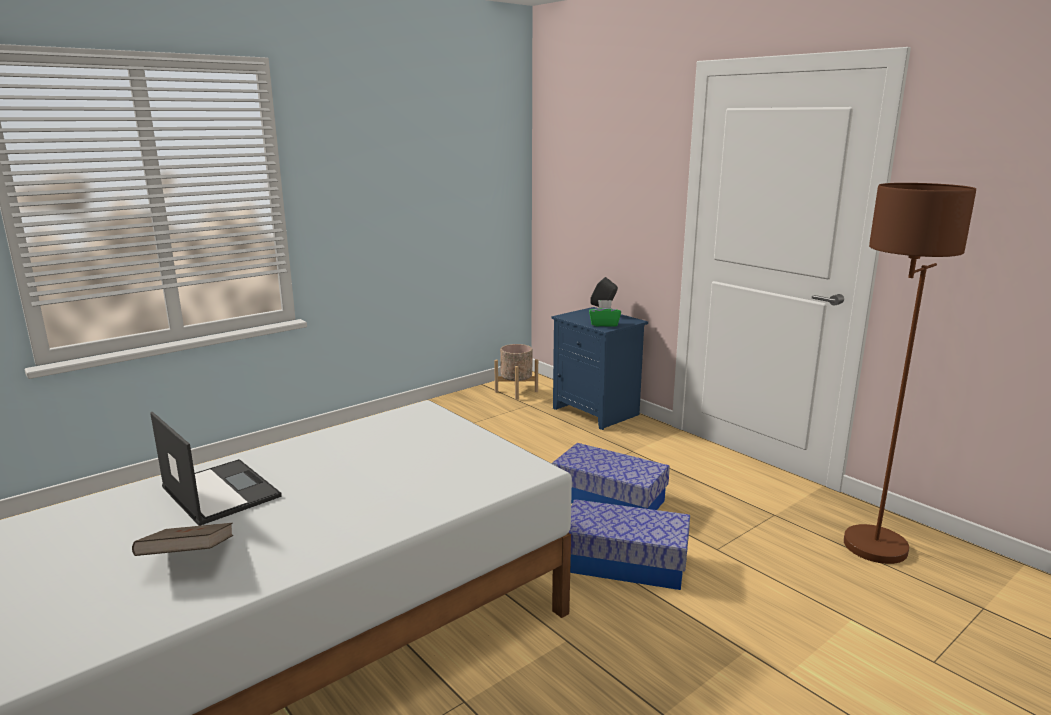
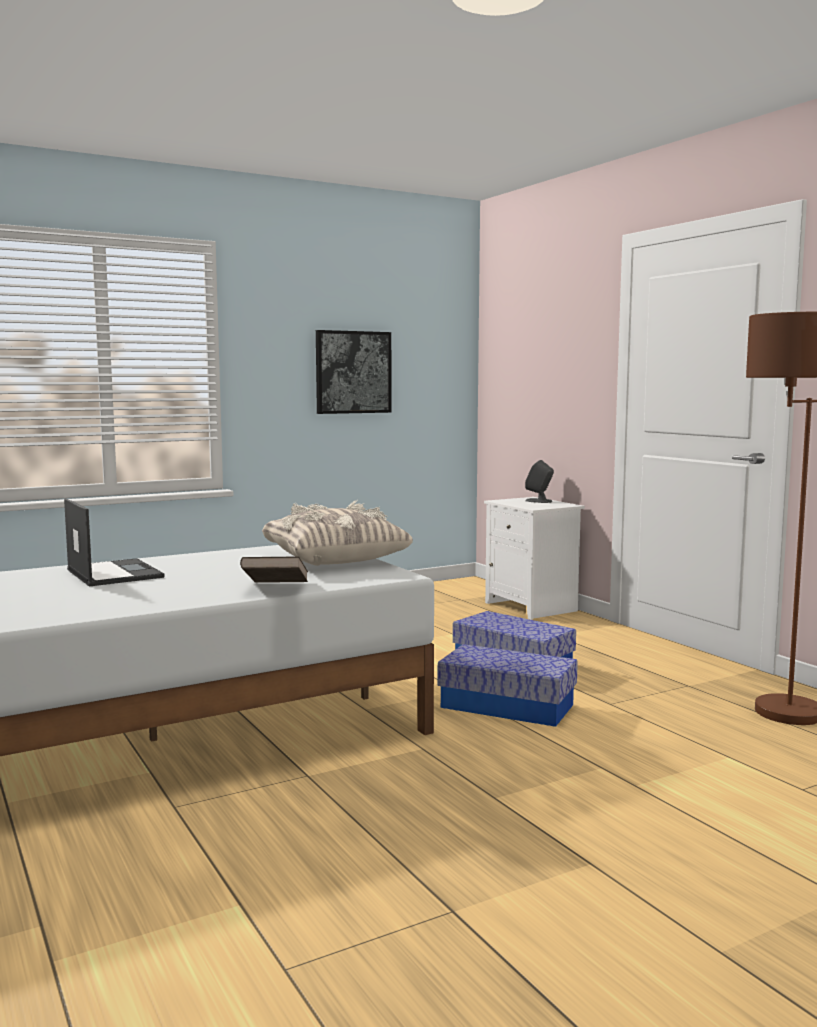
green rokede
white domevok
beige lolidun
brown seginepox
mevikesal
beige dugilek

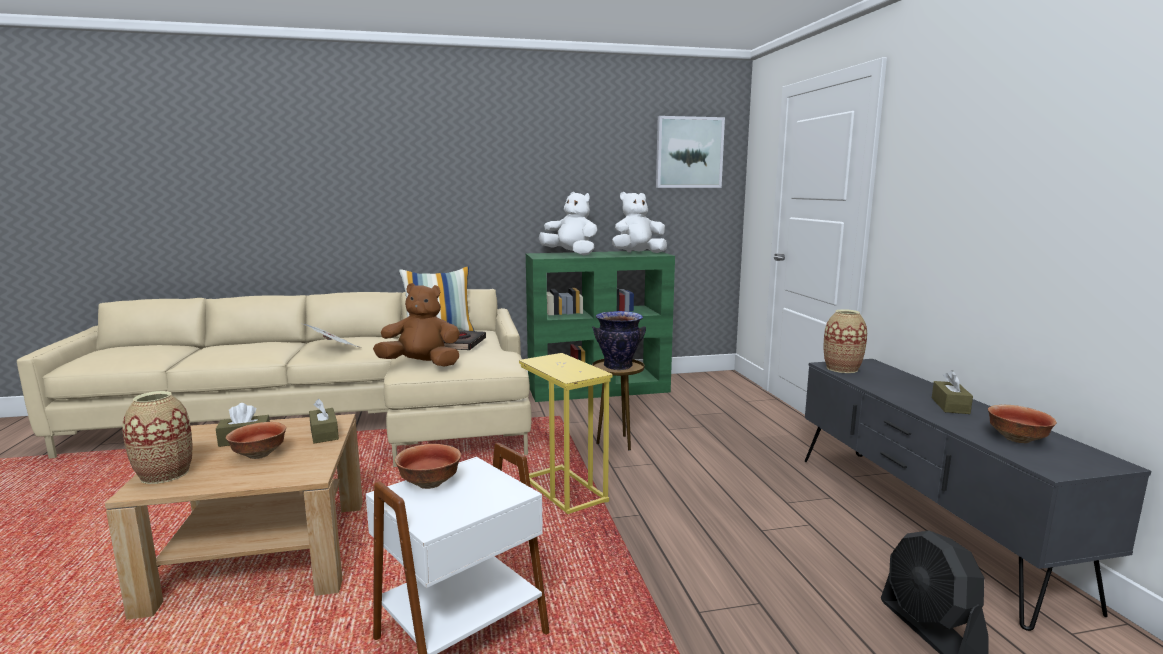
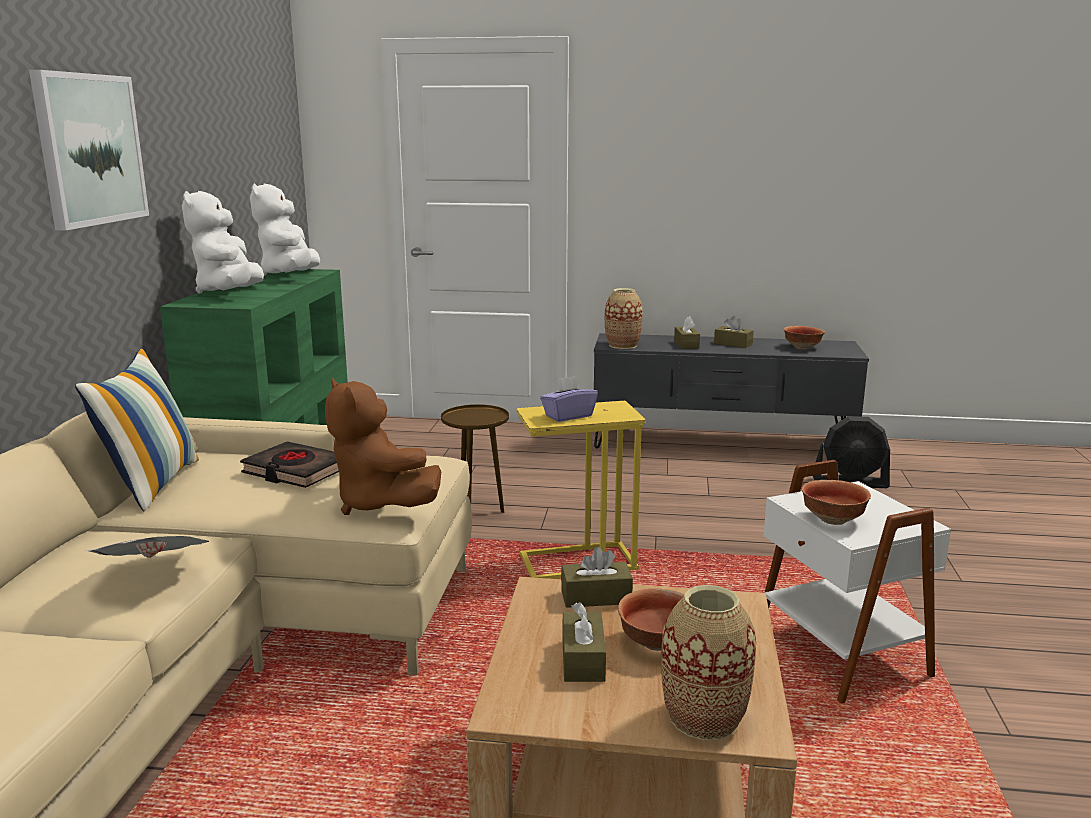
mevikesal
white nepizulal (no. 1 from left)
brown nepizulal
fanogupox (no. 2 from left in the first image)
brown rokede (no. 3 from left)
purple rokede

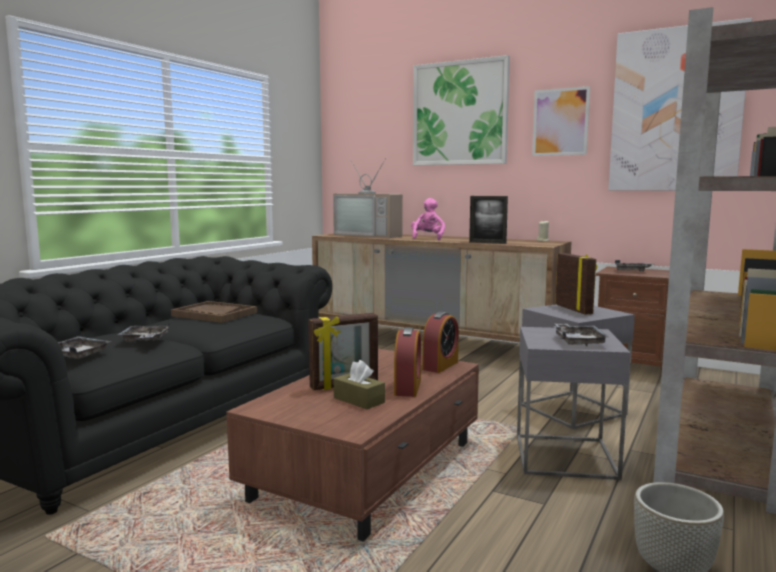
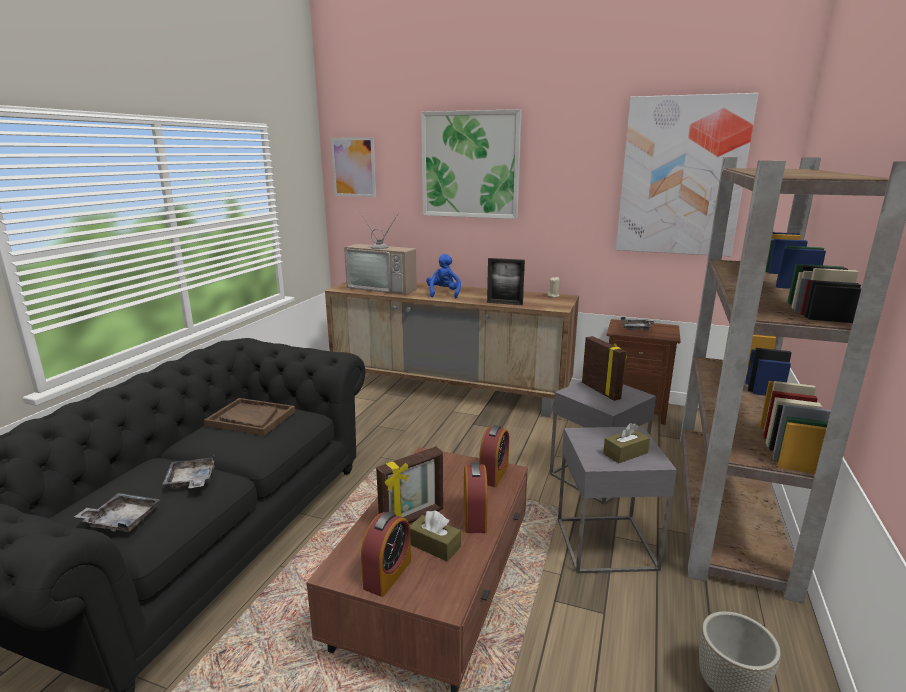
mevikesal (no. 1 from left)
blue nepizulal
brown rokede (no. 2 from left)
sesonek (no. 1 from left)

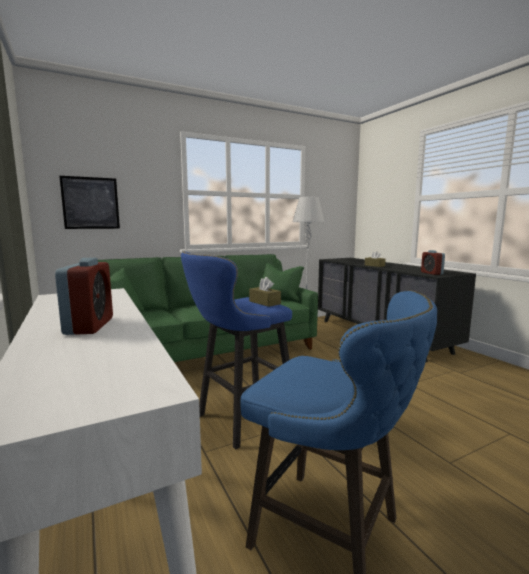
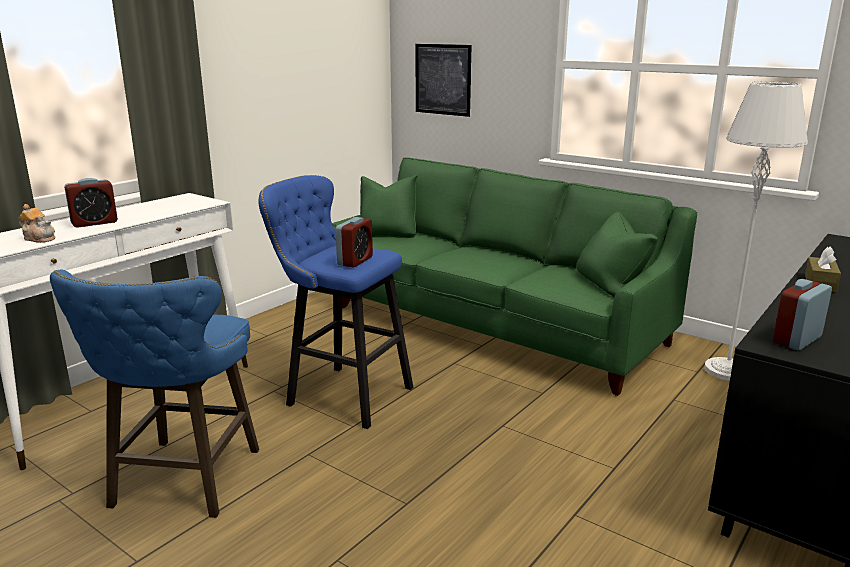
sesonek (no. 2 from left)
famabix

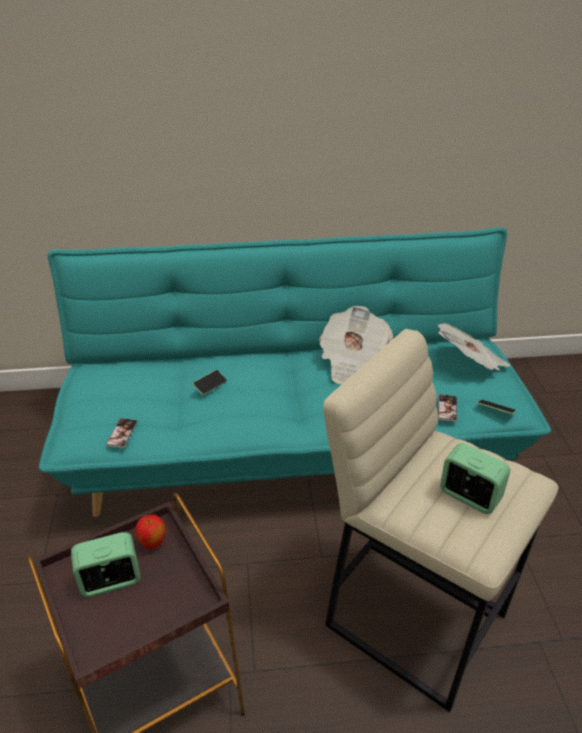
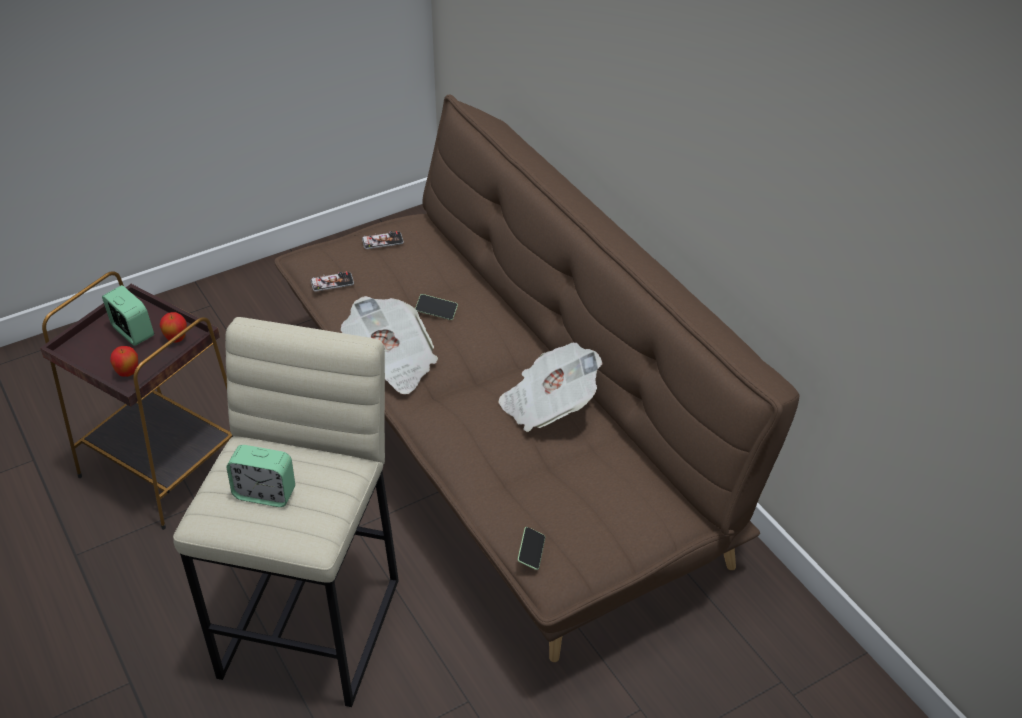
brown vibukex
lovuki (no. 1 from left)
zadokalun (no. 2 from left)
sesonek (no. 2 from left)
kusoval (no. 1 from left)

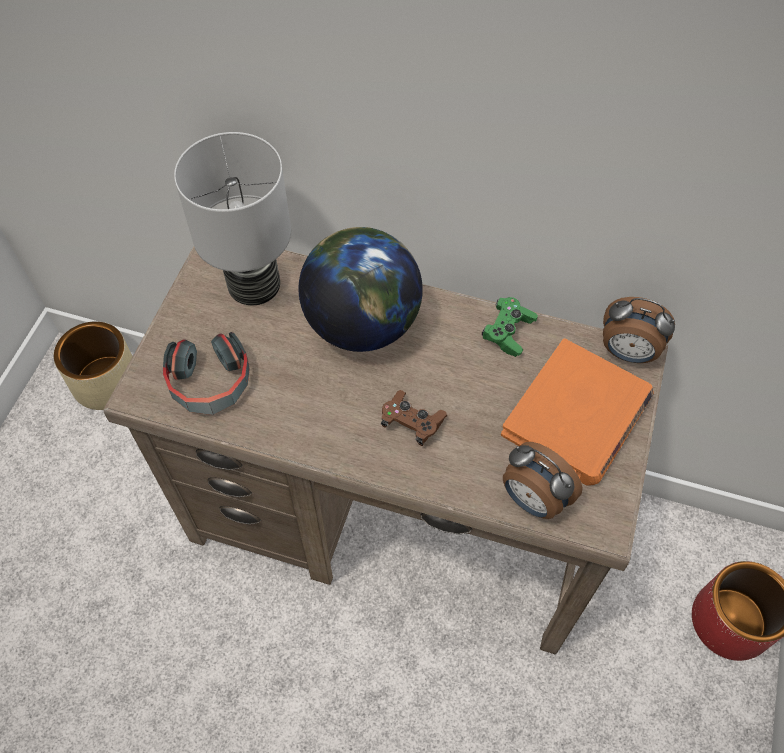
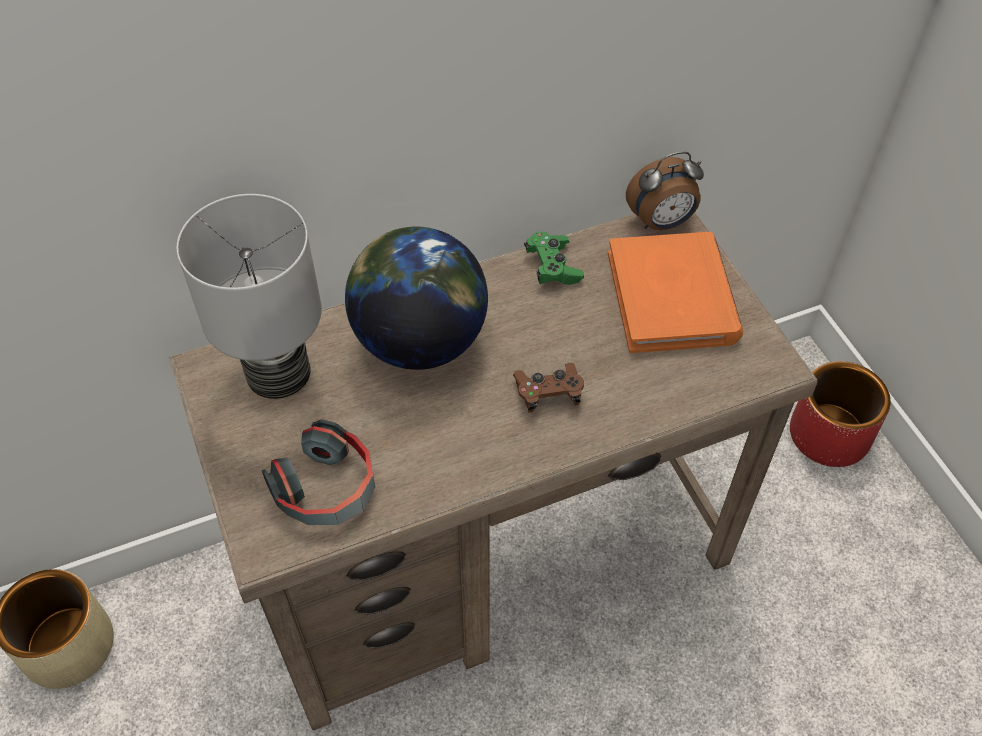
sesonek (no. 1 from left in the first image)

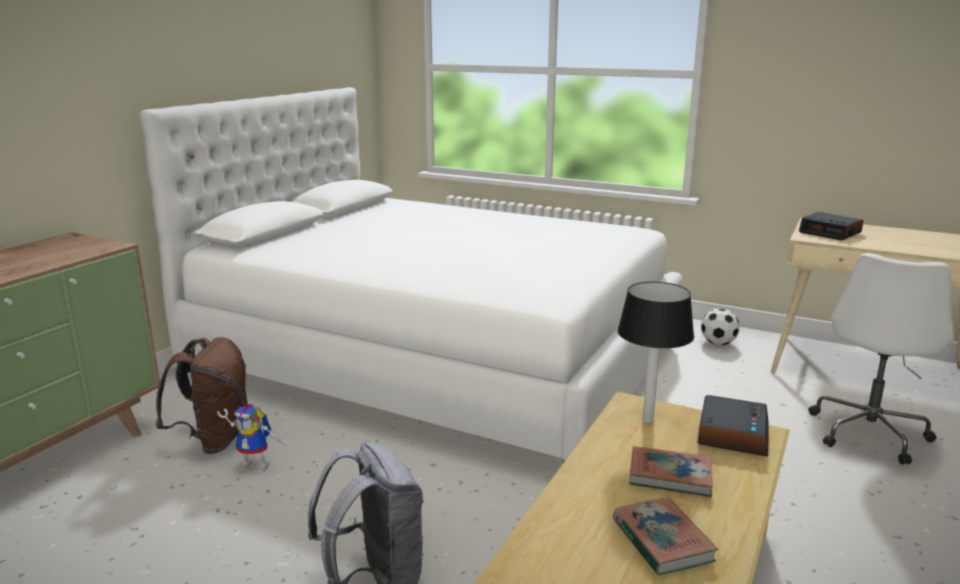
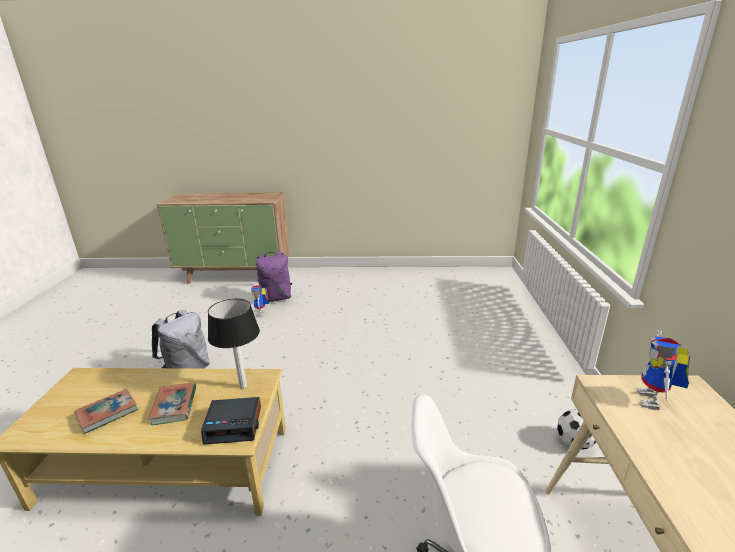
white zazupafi
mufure (no. 2 from left)
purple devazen

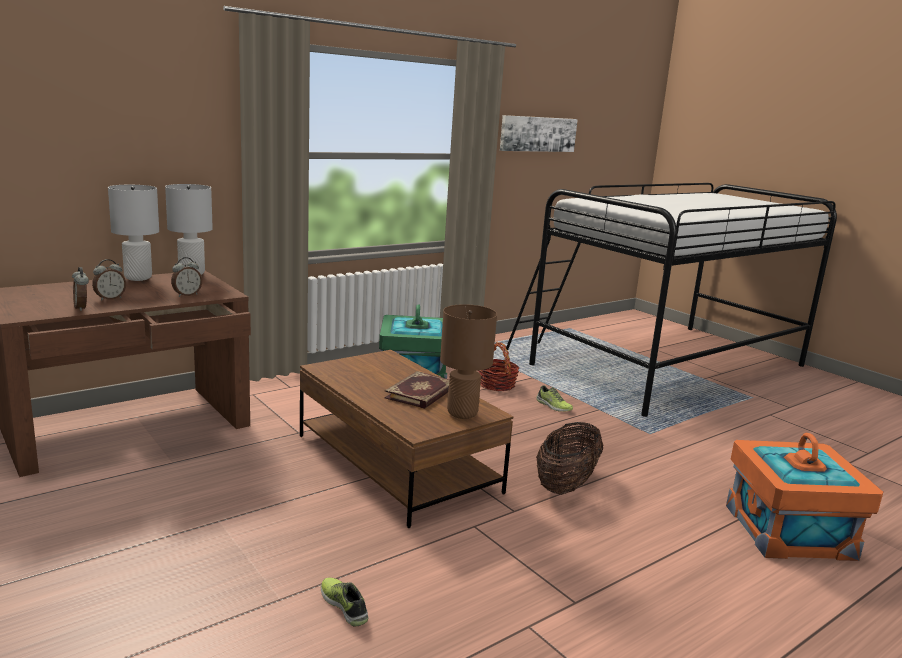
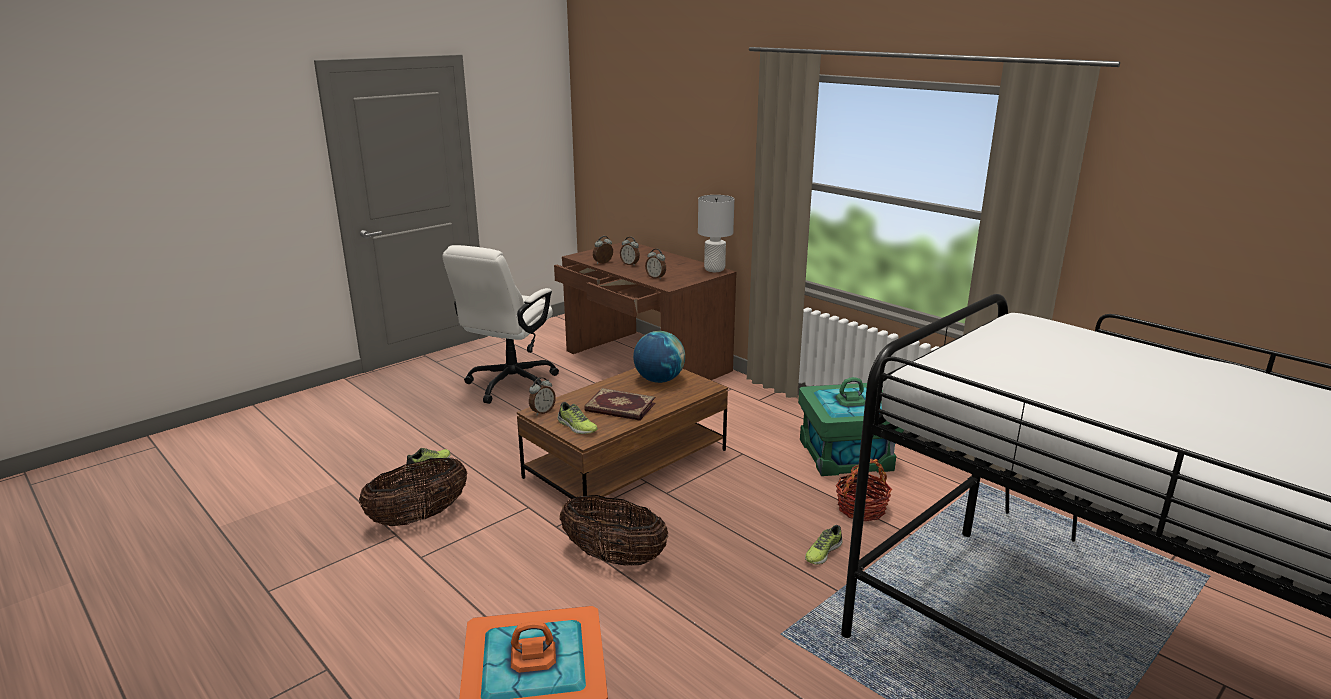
mevikesal
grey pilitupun (no. 1 from left in the first image)
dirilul (no. 2 from left)
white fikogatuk
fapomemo
sesonek (no. 1 from left)
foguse (no. 1 from left)

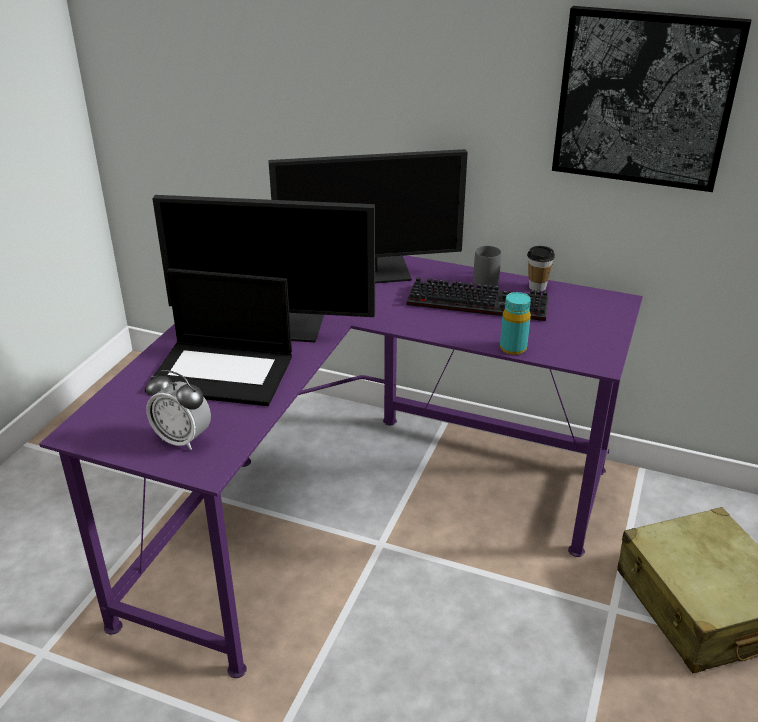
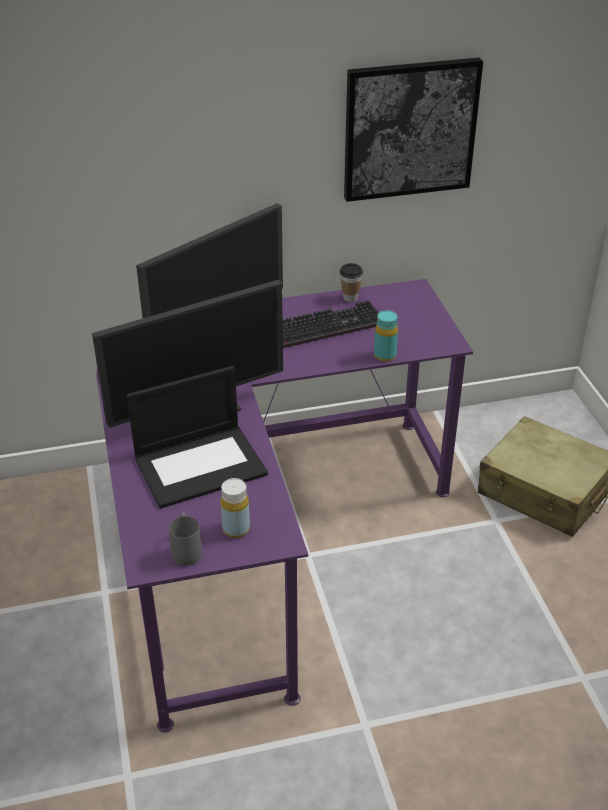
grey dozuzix
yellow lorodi

